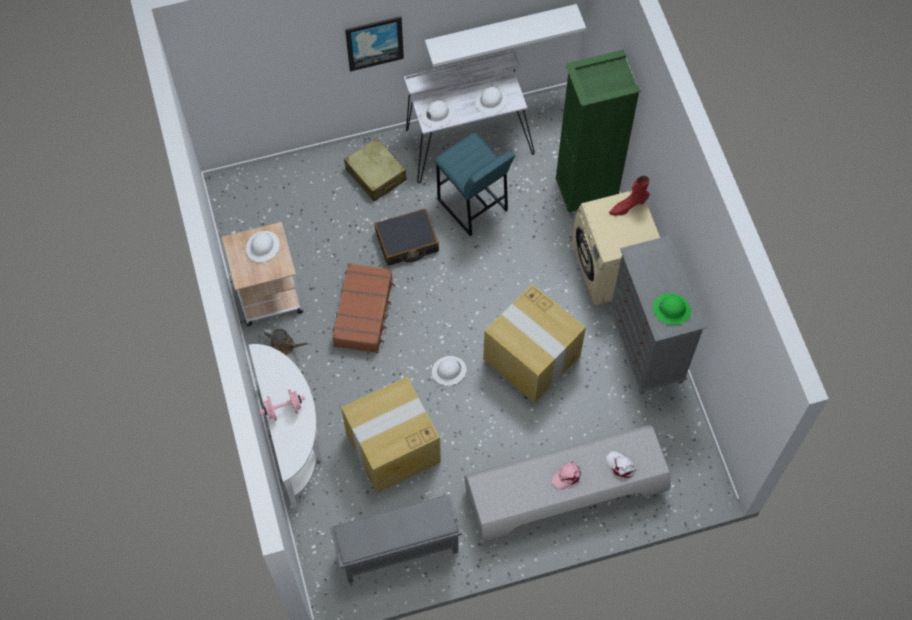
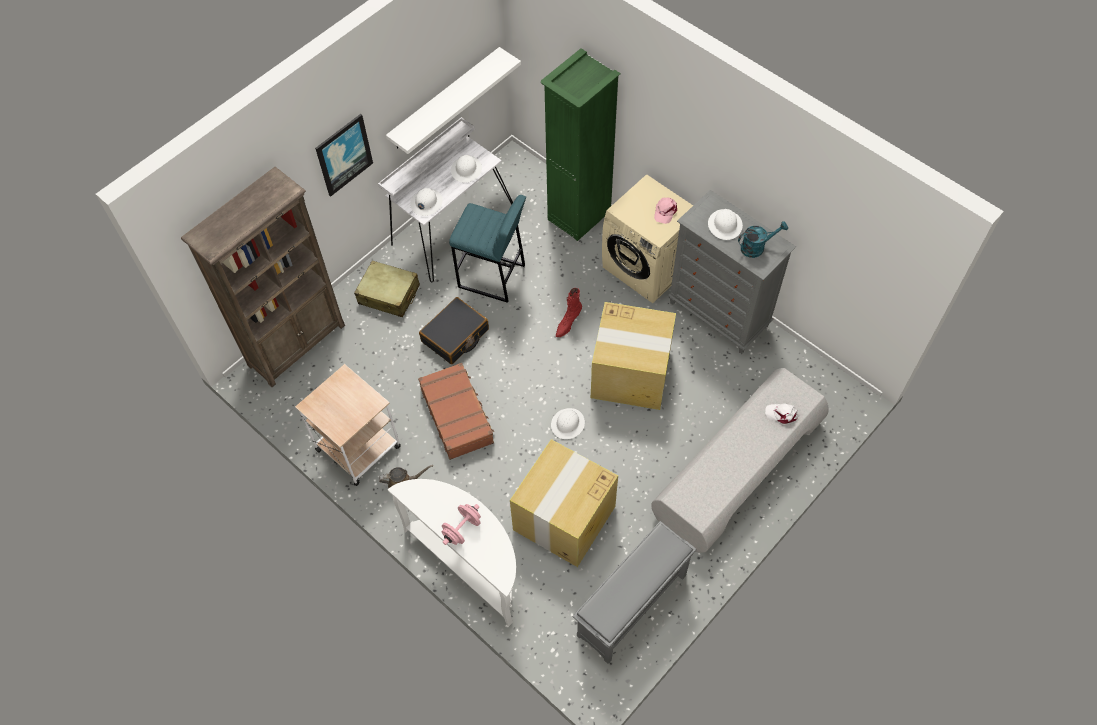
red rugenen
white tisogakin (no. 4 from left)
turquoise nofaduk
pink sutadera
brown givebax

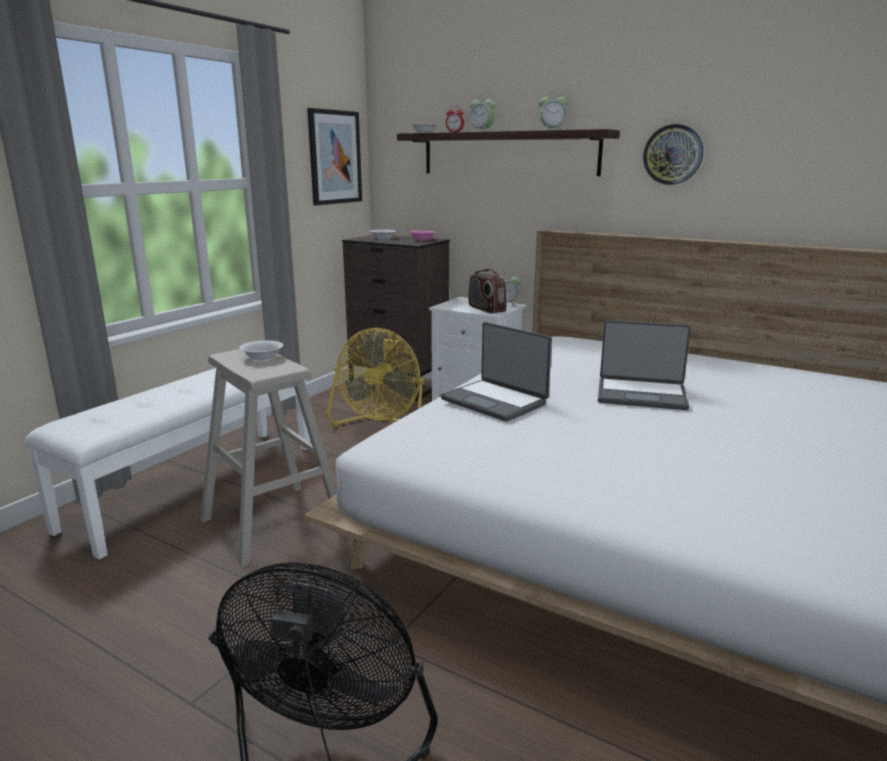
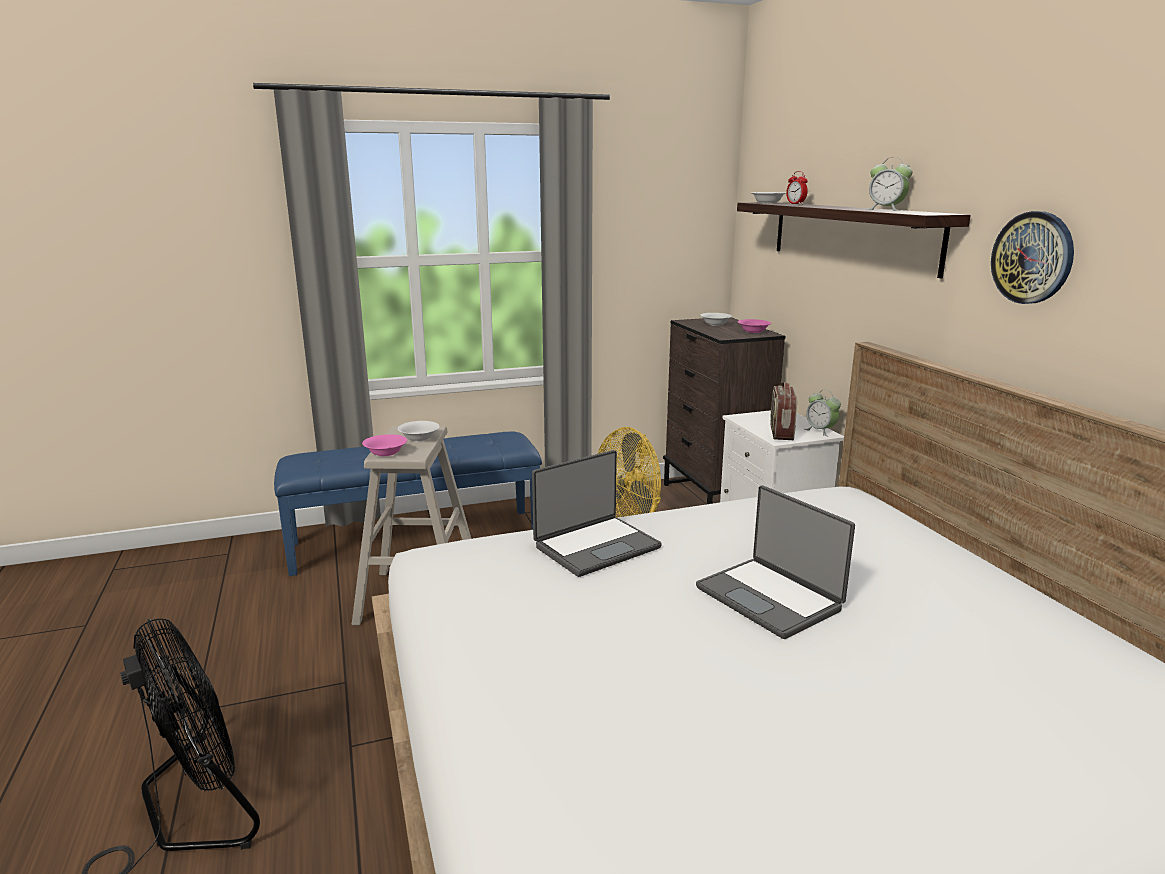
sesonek (no. 2 from left in the first image)
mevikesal
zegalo (no. 1 from left)
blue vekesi
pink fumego (no. 1 from left)

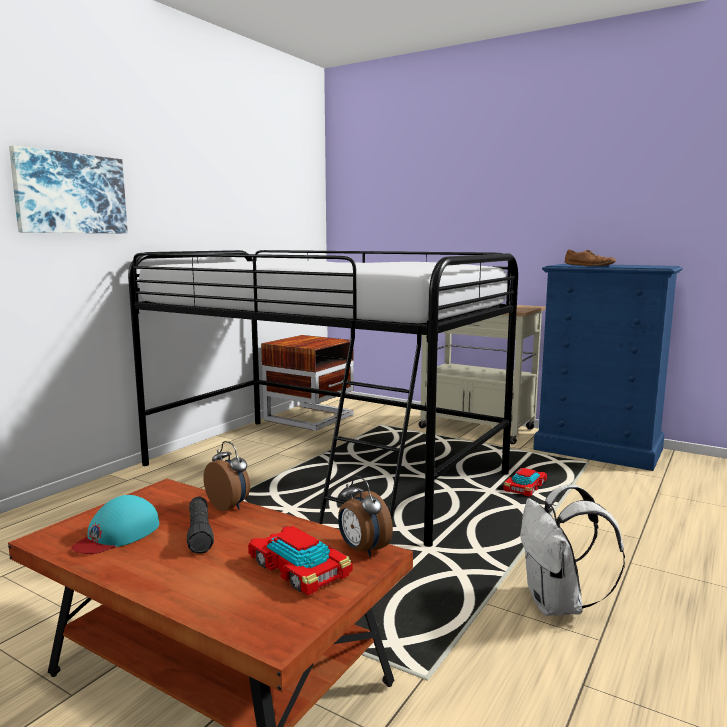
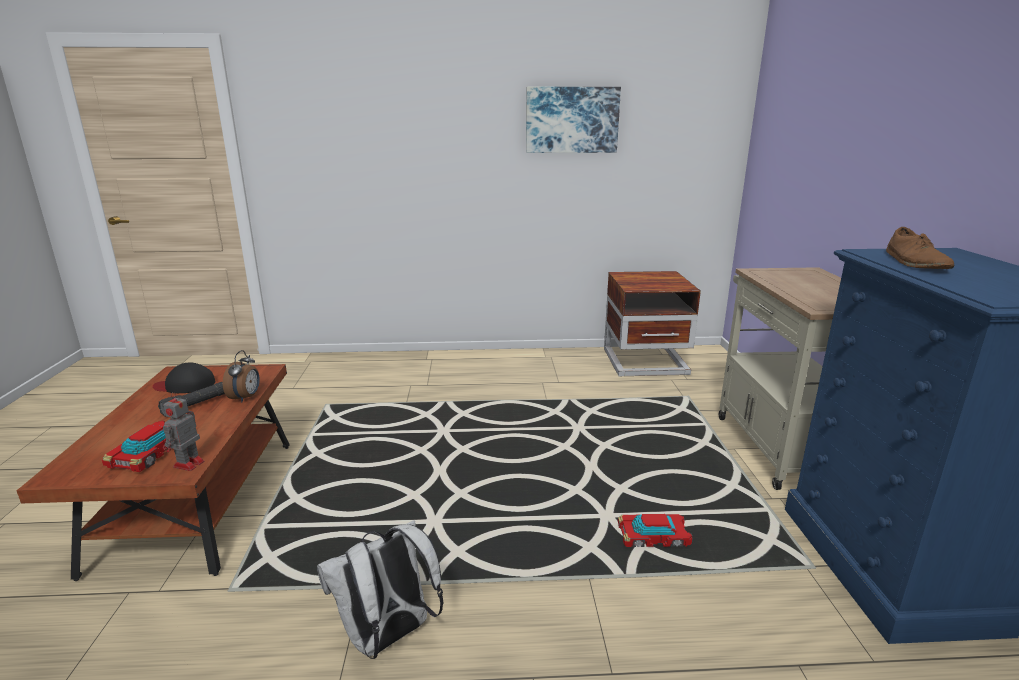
mevikesal
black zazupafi
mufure
black sutadera

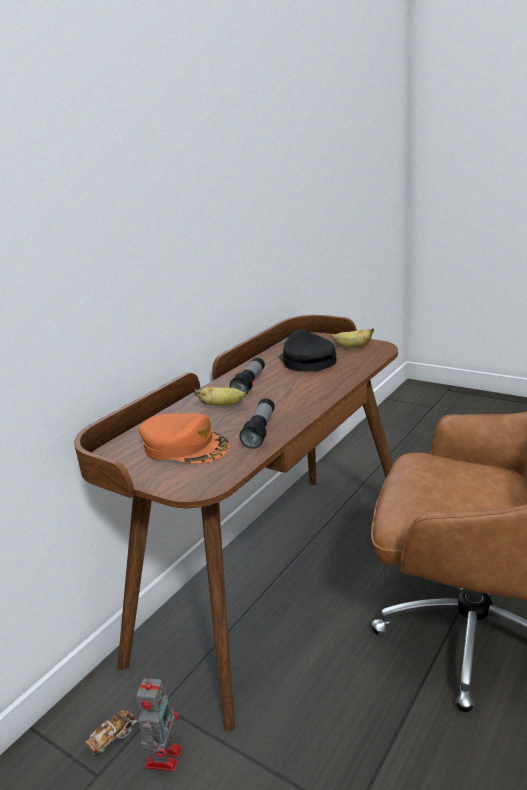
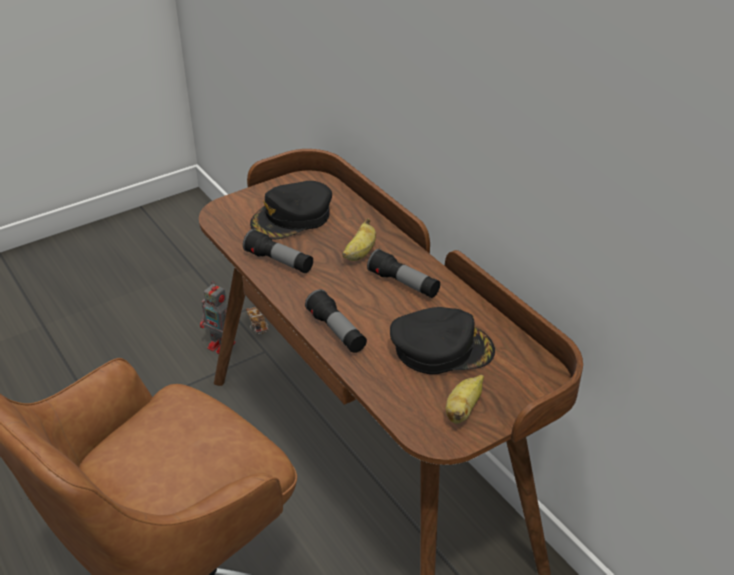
black sutadera (no. 1 from left)
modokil (no. 2 from left)

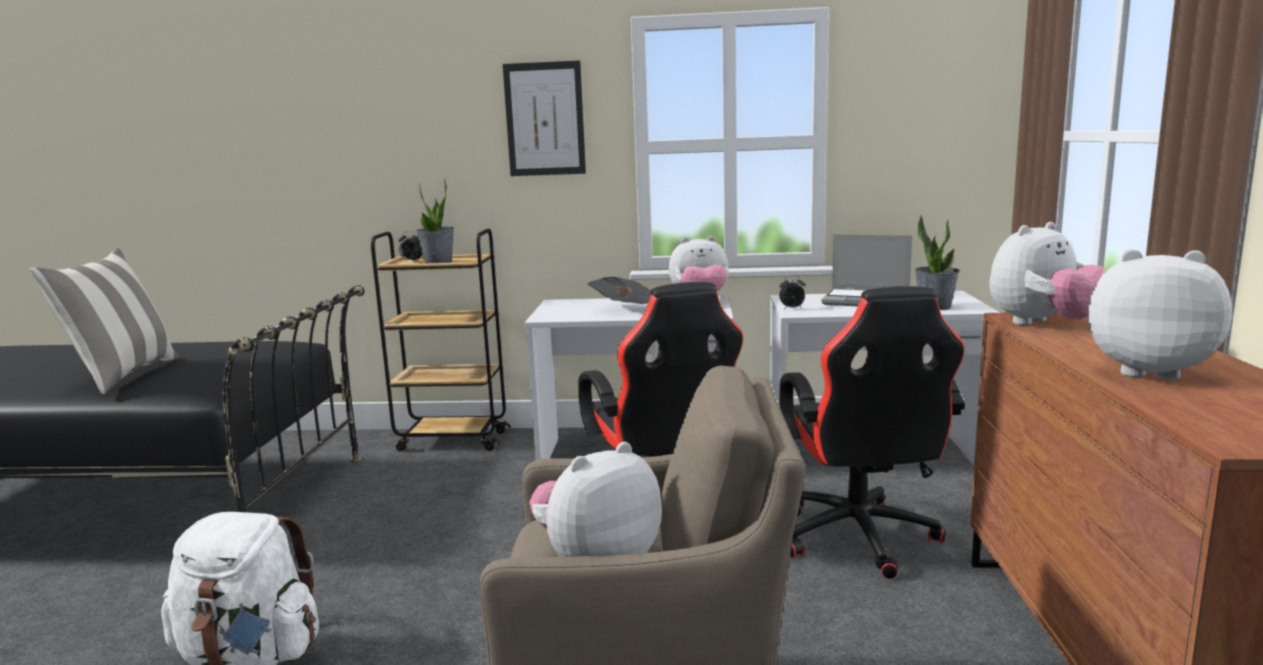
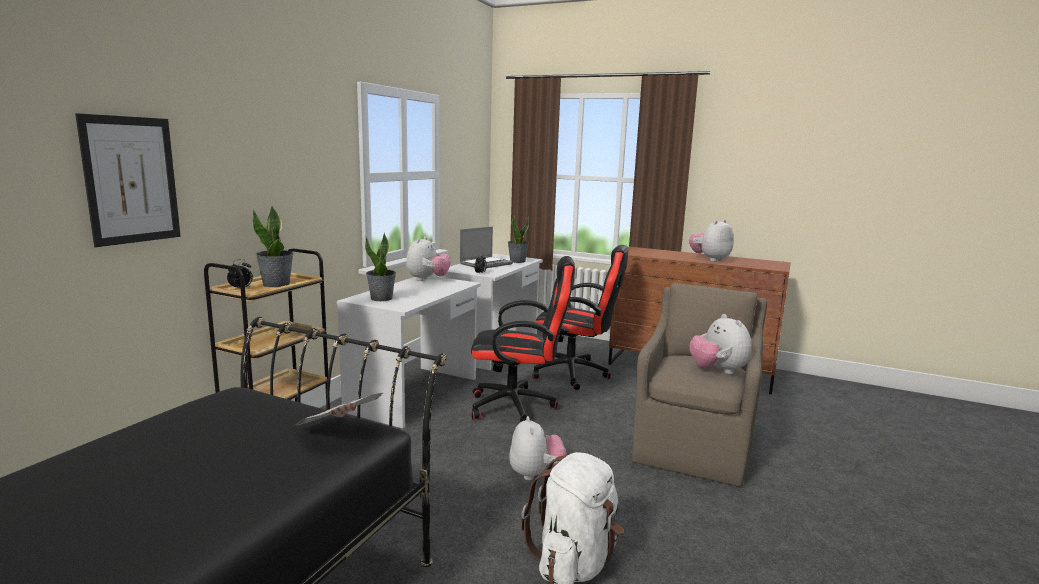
mevikesal
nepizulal (no. 2 from left)
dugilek
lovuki
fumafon (no. 2 from left)

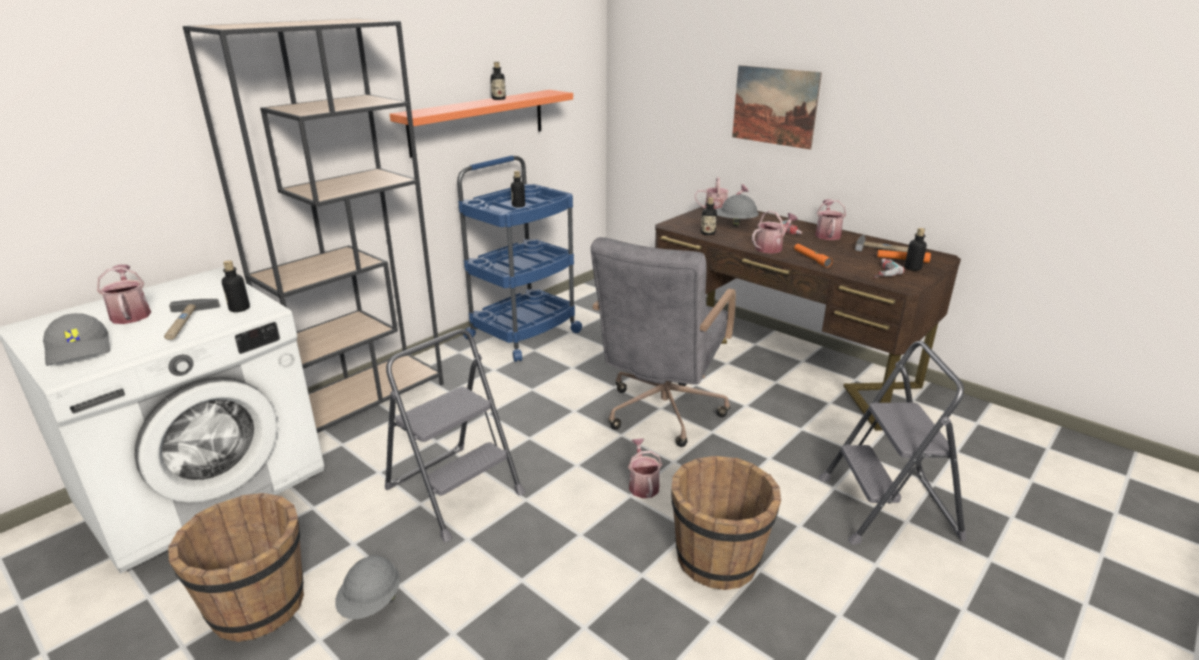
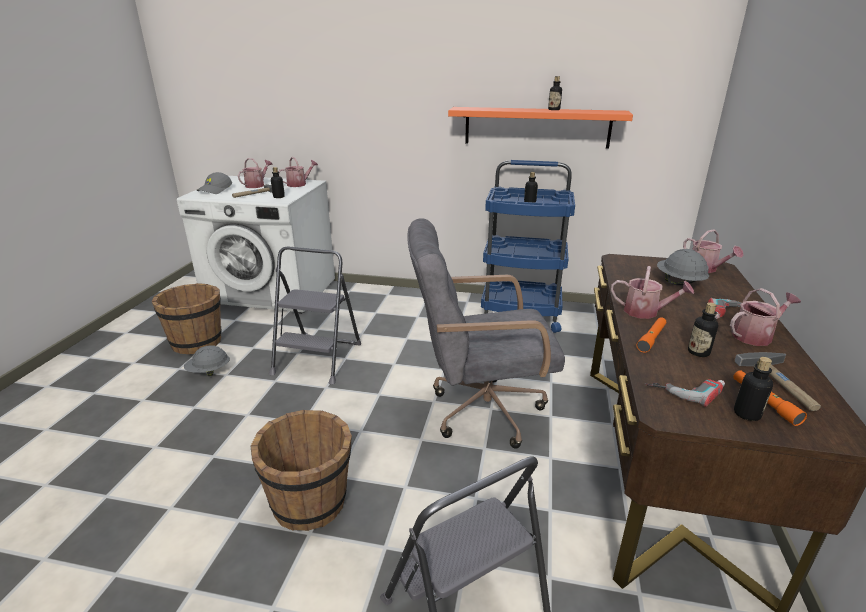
givebax
mevikesal
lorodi (no. 4 from left)
nofaduk (no. 2 from left)

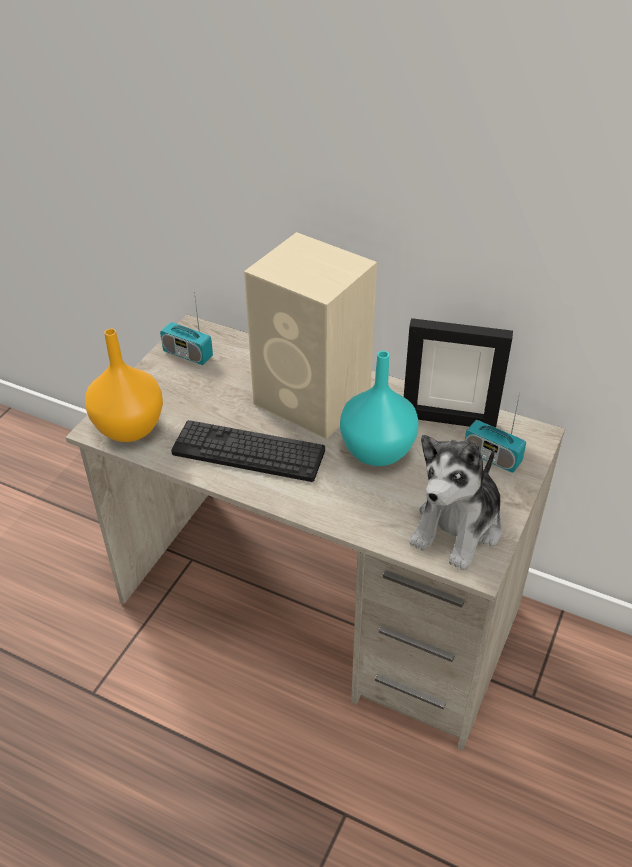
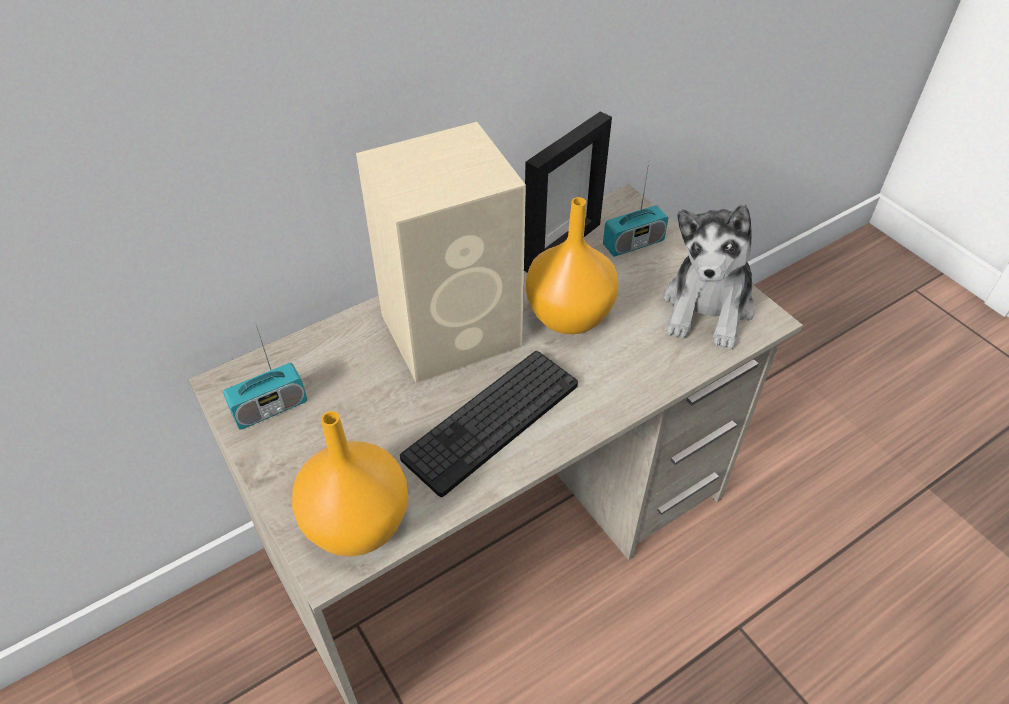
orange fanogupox (no. 2 from left)
nepizulal

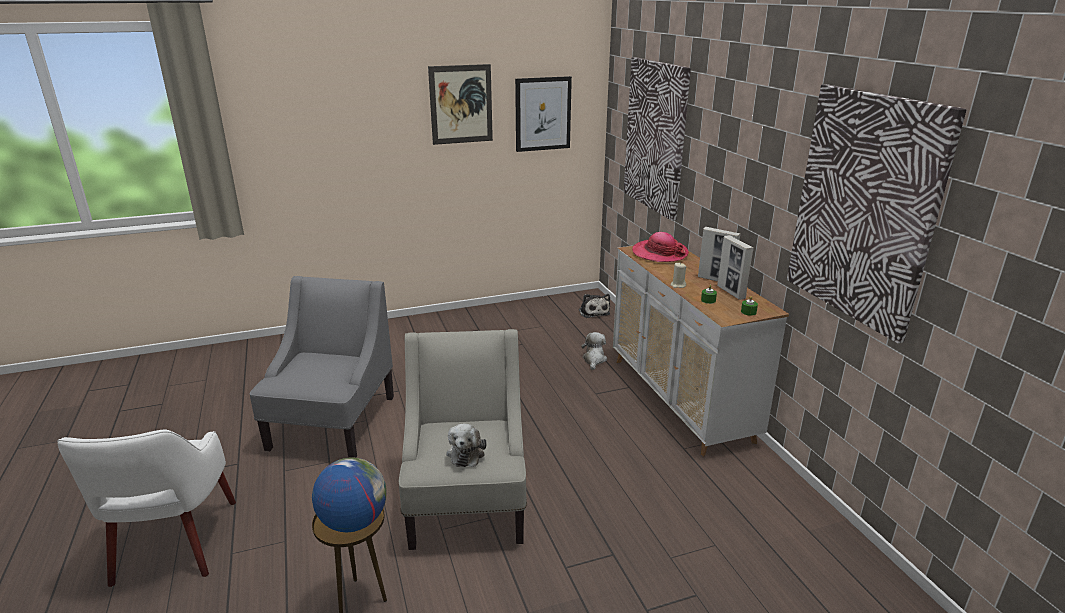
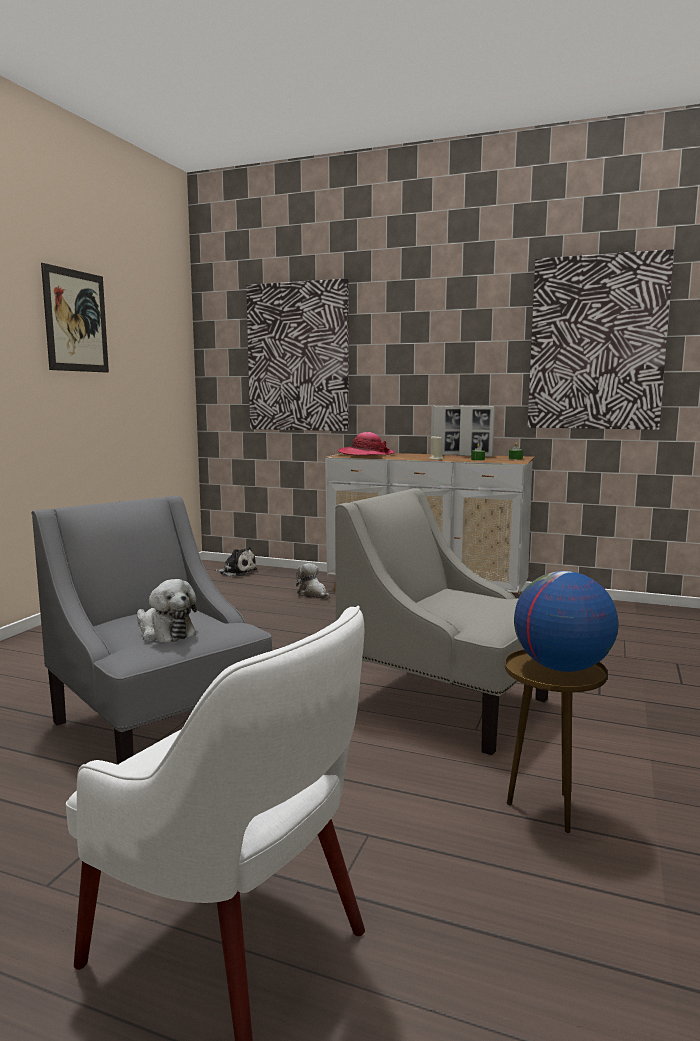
mevikesal (no. 2 from left in the first image)
nepizulal (no. 1 from left)

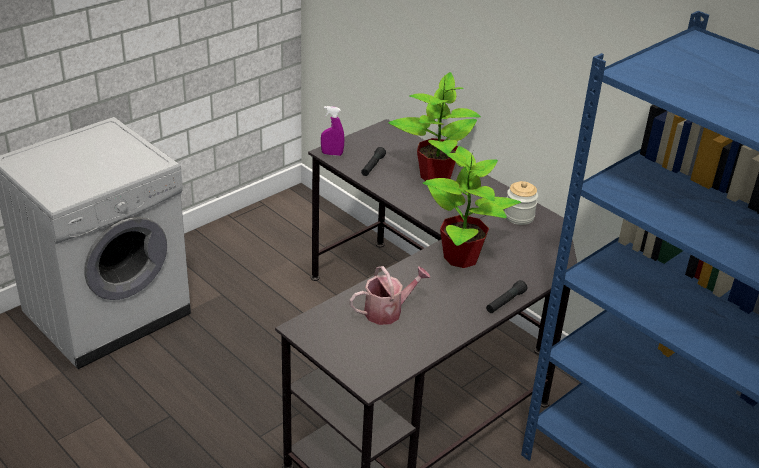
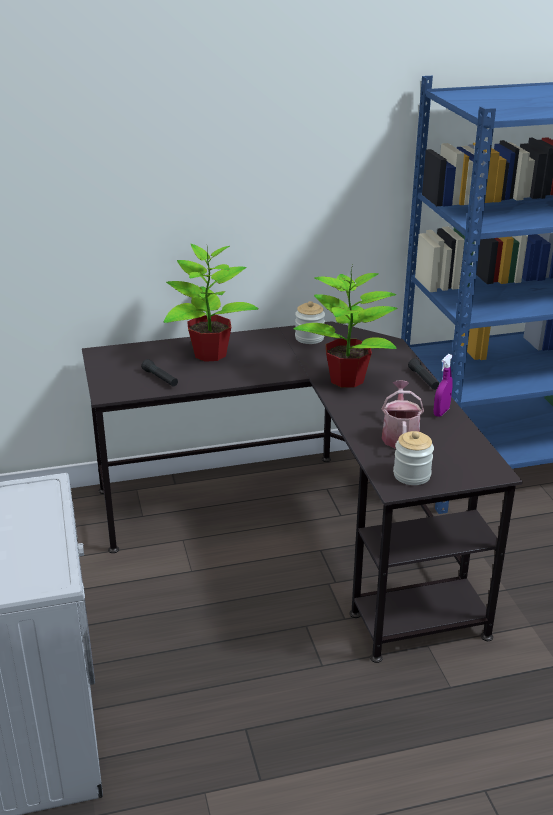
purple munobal
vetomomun (no. 2 from left)

